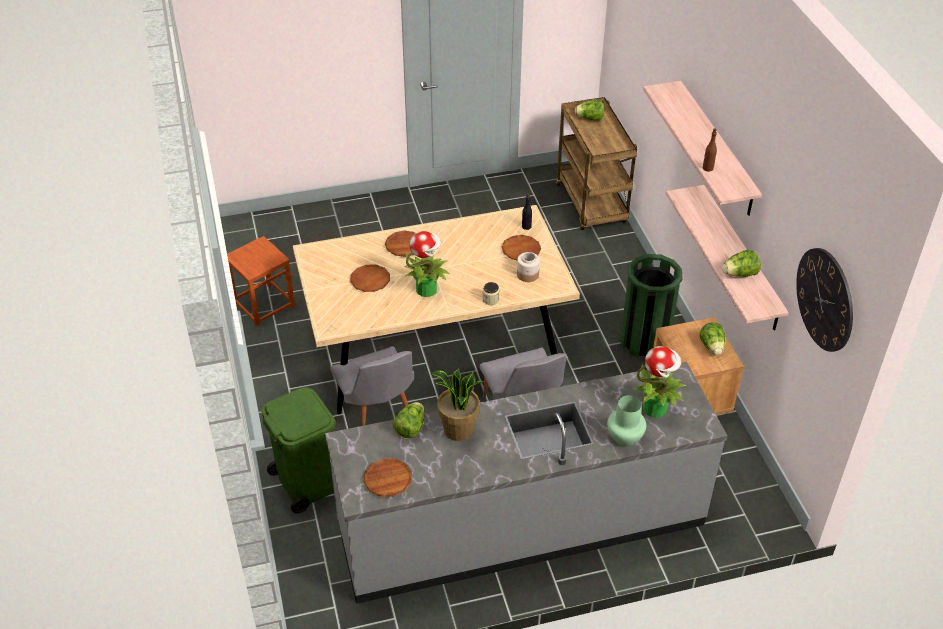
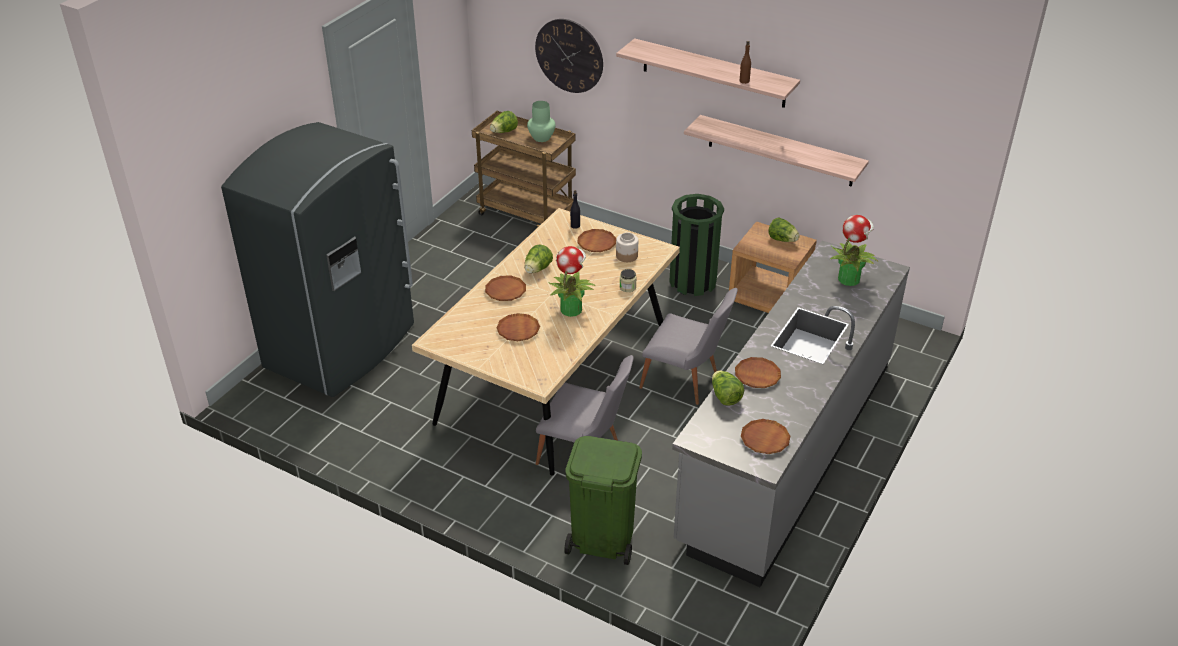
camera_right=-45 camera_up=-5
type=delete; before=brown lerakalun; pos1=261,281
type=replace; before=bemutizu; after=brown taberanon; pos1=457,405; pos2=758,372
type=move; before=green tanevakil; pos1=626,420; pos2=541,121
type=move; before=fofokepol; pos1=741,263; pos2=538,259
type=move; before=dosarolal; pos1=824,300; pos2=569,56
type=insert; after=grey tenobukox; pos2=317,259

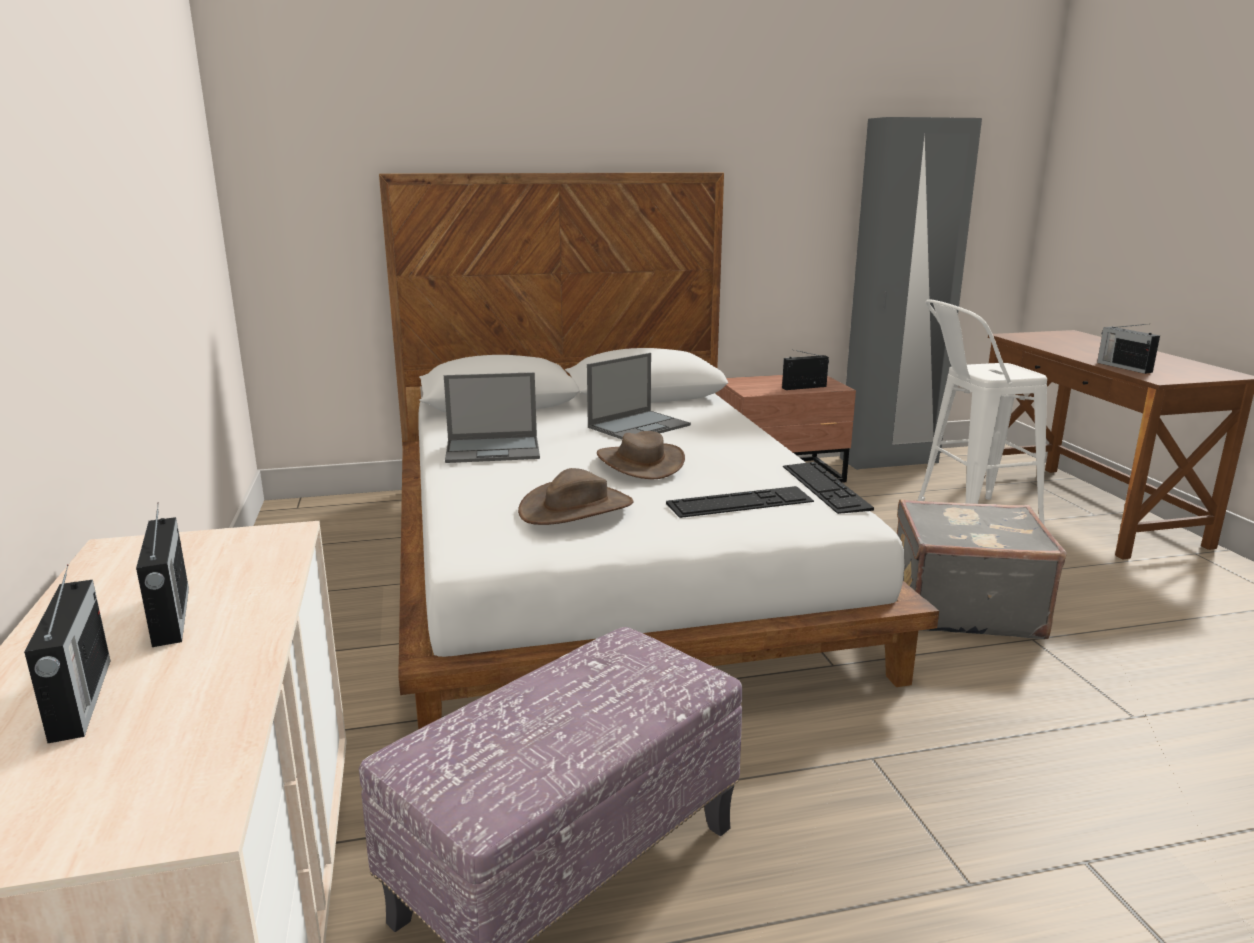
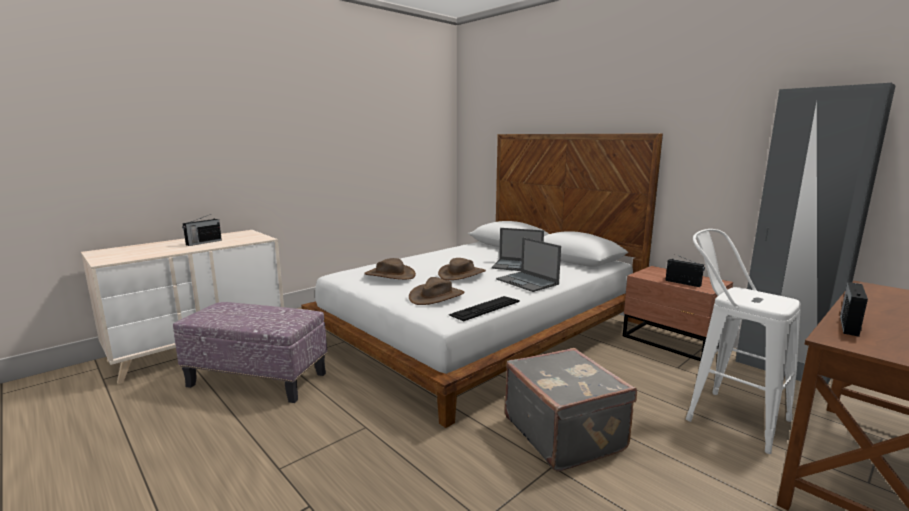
camera_right=60 camera_up=-5
type=delete; before=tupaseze; pos1=67,653
type=move; before=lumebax; pos1=492,417; pos2=528,264
type=replace; before=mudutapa; after=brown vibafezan; pos1=740,502; pos2=437,291

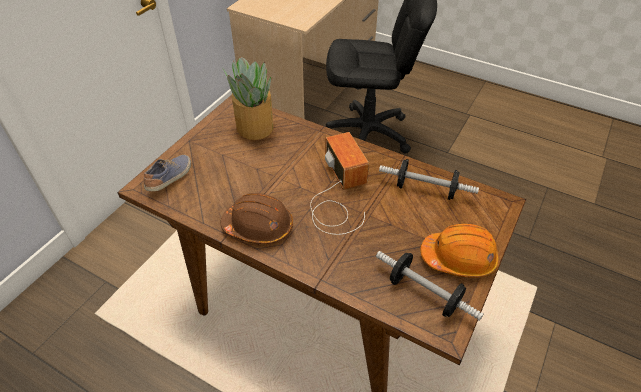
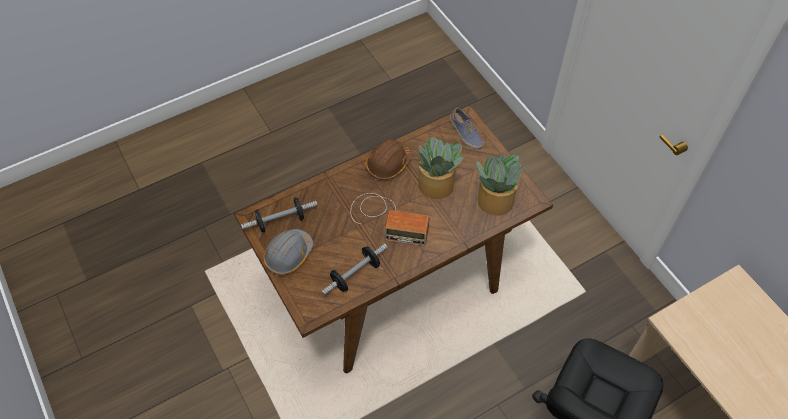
camera_right=120 camera_up=10
type=recolor; before=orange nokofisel; after=grey nokofisel; pos1=460,251; pos2=288,252
type=insert; after=bemutizu; pos2=441,168

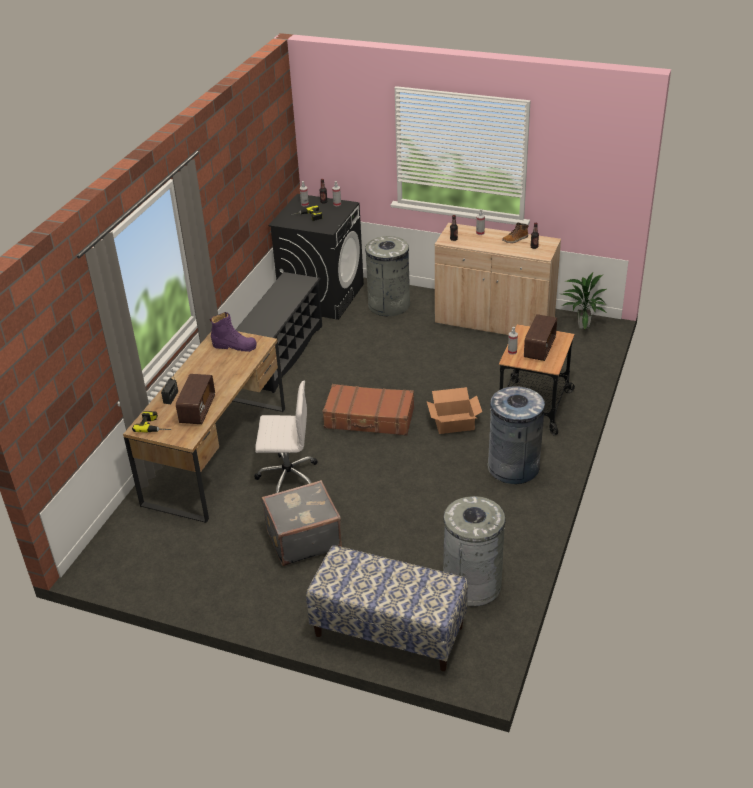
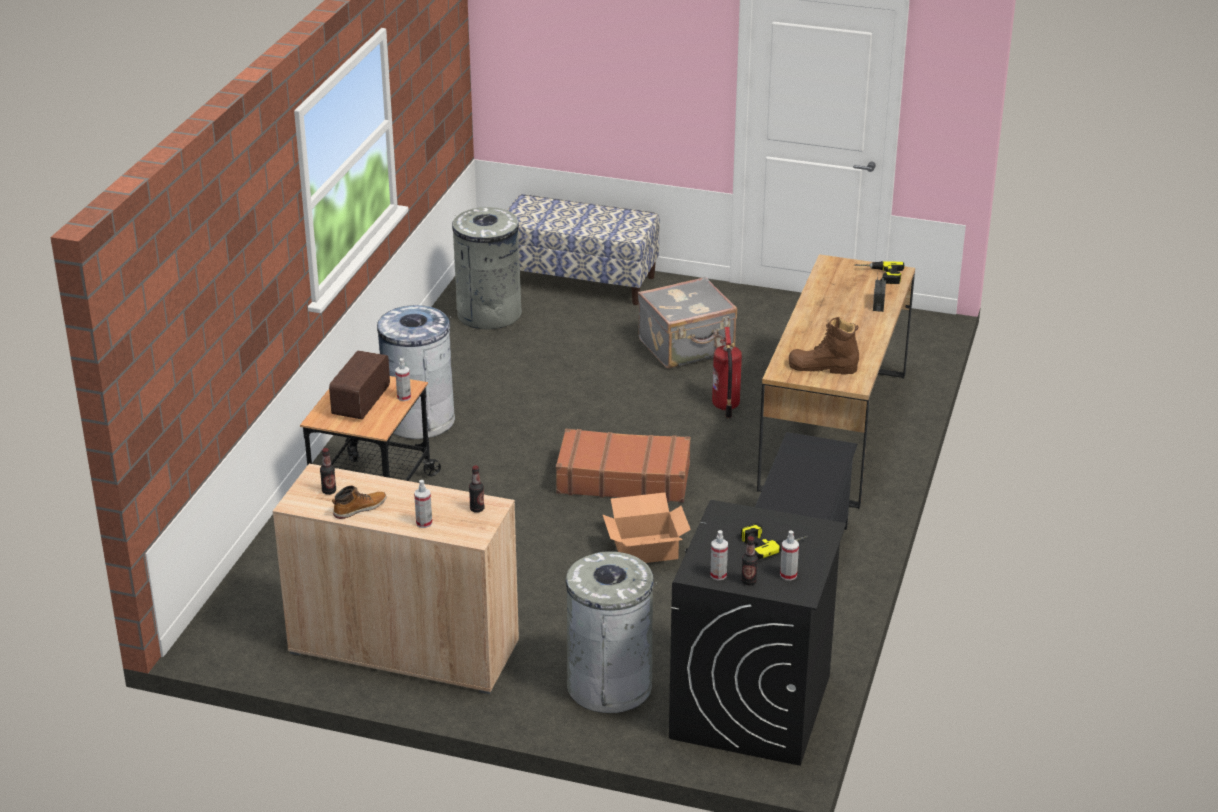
camera_right=175 camera_up=-5
type=delete; before=tupaseze; pos1=195,399
type=recolor; before=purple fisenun; after=brown fisenun; pos1=233,332; pos2=824,345
type=replace; before=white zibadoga; after=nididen; pos1=286,436; pos2=727,373
type=move; before=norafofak; pos1=454,410; pos2=646,528
type=delete; before=bemutizu; pos1=584,301

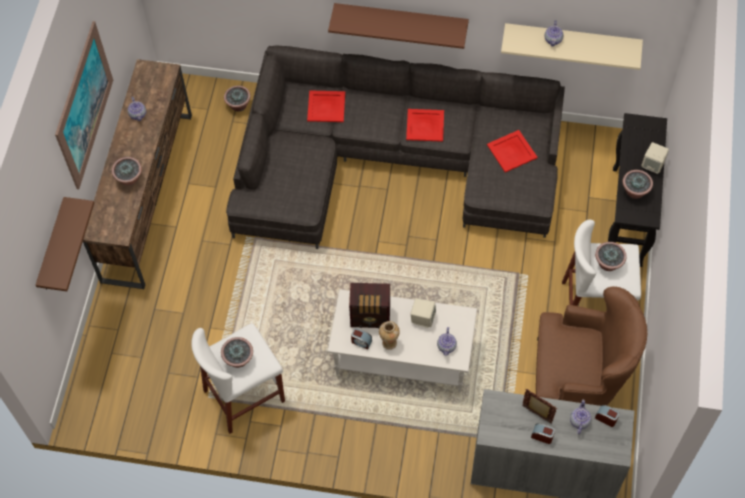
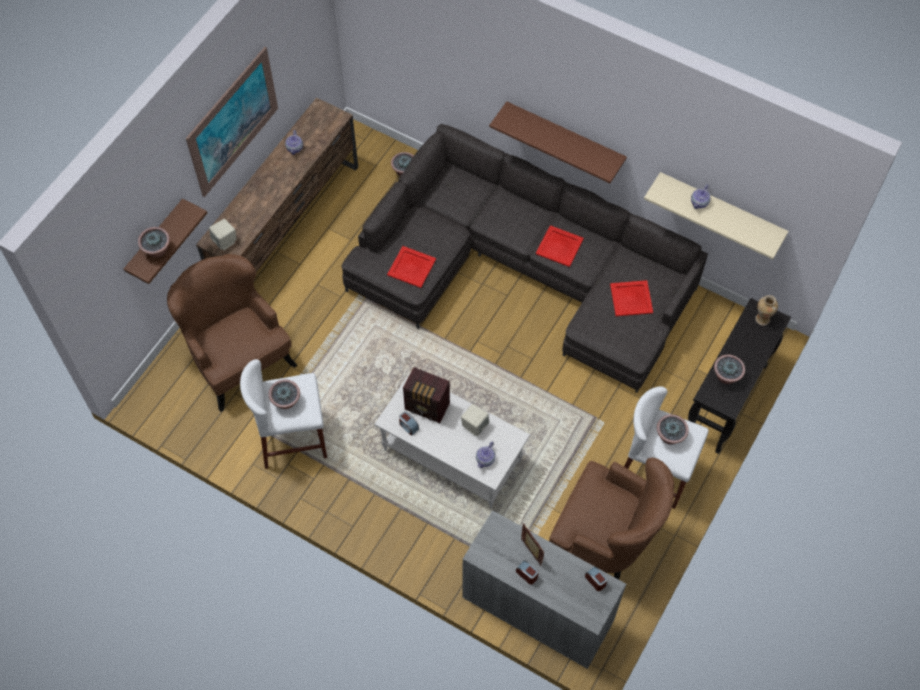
camera_right=20 camera_up=0
type=move; before=bemutizu; pos1=127,171; pos2=154,242
type=move; before=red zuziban; pos1=326,106; pos2=411,267
type=move; before=tanevakil; pos1=389,335; pos2=767,310
type=delete; before=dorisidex; pos1=581,417
type=move; before=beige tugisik; pos1=655,158; pos2=223,234
type=insert; after=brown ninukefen; pos2=232,333

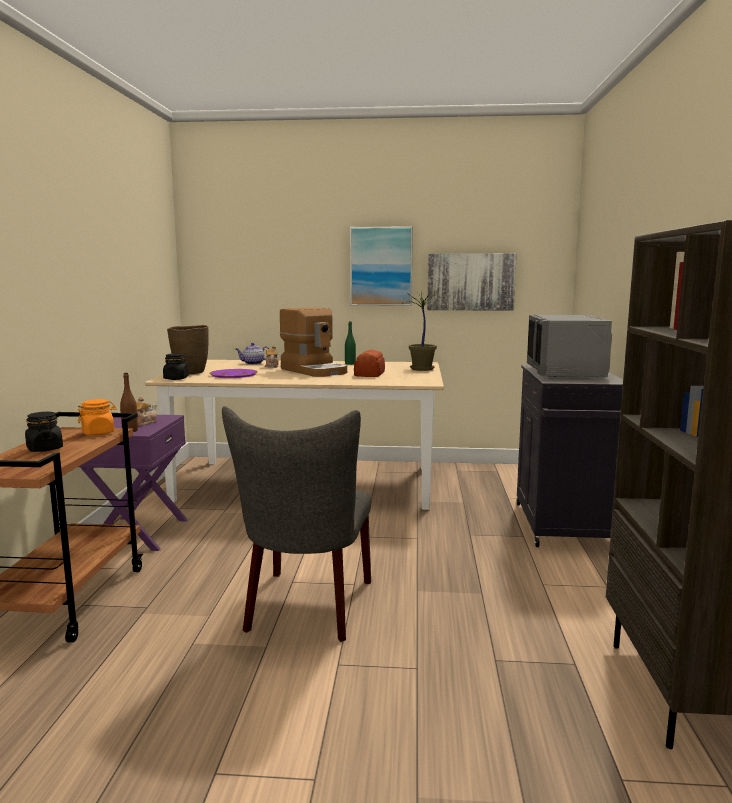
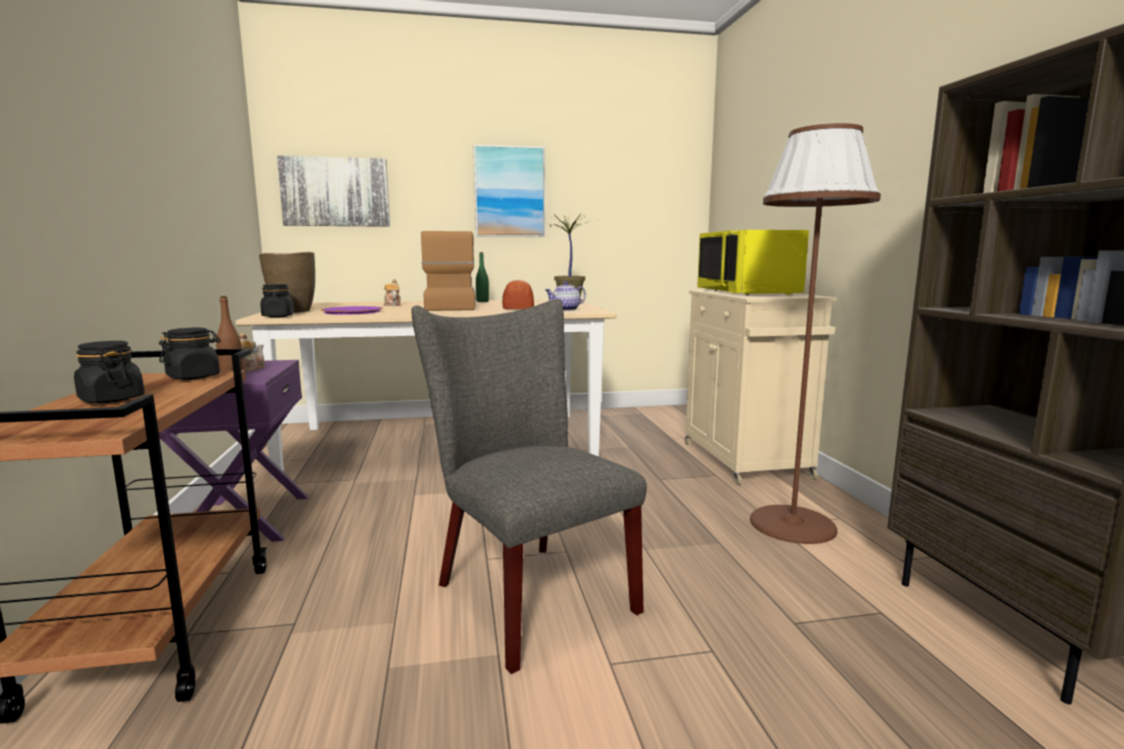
camera_right=-15 camera_up=0
type=recolor; before=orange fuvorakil; after=black fuvorakil; pos1=97,417; pos2=190,354
type=rotate; before=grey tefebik; pos1=297,524; pos2=529,486; turn=150
type=move; before=dorisidex; pos1=253,354; pos2=565,296
type=rotate; before=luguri; pos1=313,342; pos2=448,271; turn=-135
type=move; before=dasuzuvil; pos1=472,282; pos2=333,191
type=recolor; before=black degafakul; after=beige degafakul; pos1=570,456; pos2=760,387
type=recolor; before=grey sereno; after=yellow sereno; pos1=569,346; pos2=753,262
type=insert; after=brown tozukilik; pos2=815,333

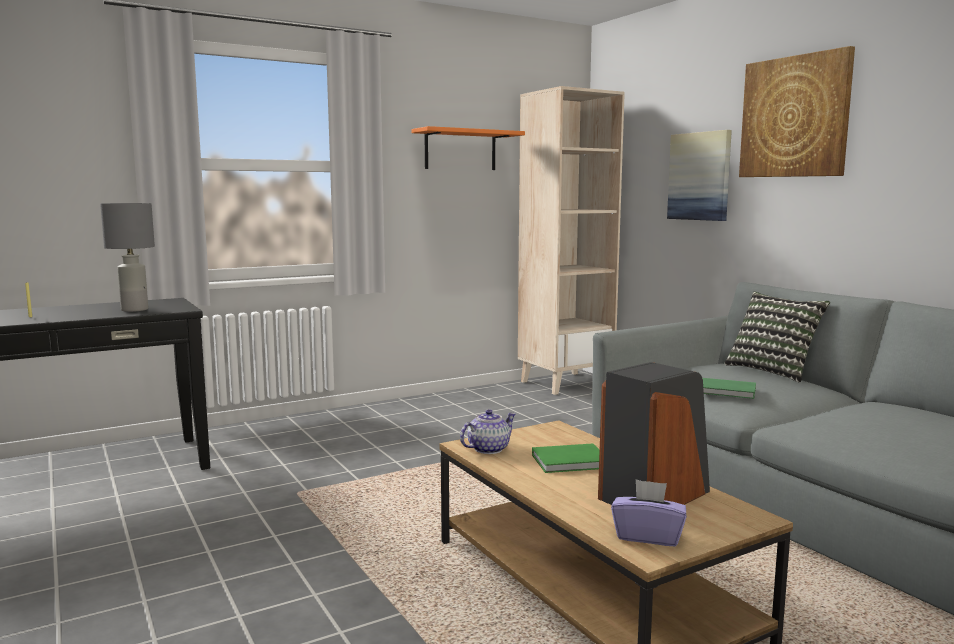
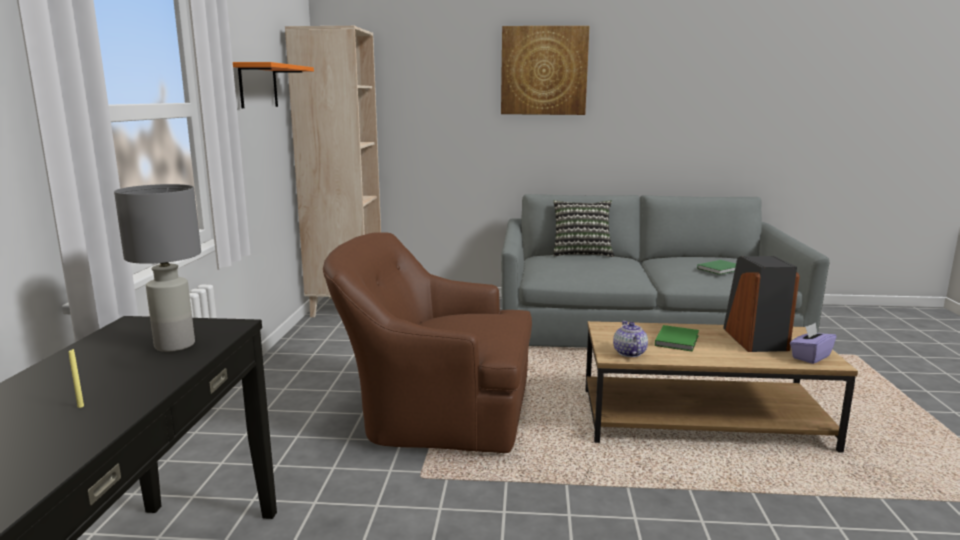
camera_right=-55 camera_up=5
type=delete; before=dasuzuvil; pos1=699,175
type=move; before=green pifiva; pos1=729,388; pos2=716,267
type=insert; after=brown ninukefen; pos2=427,342

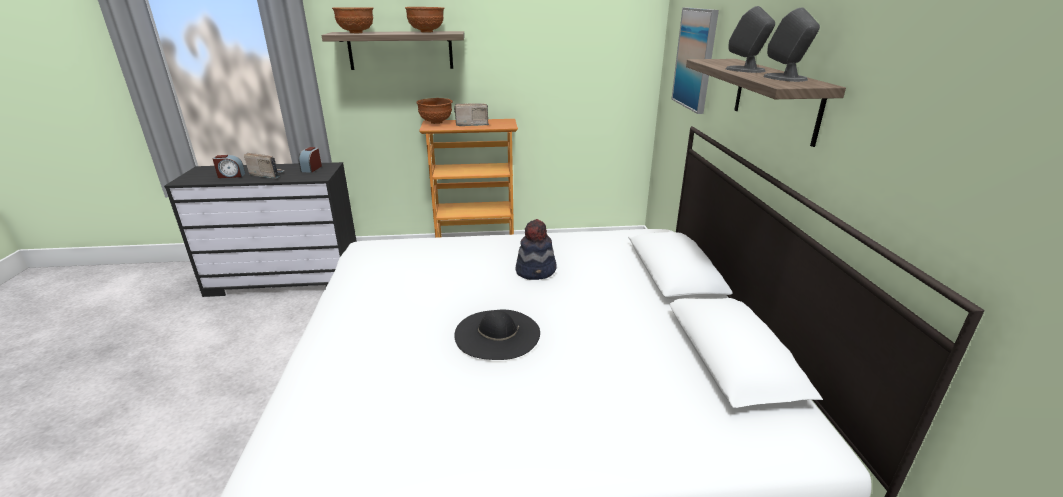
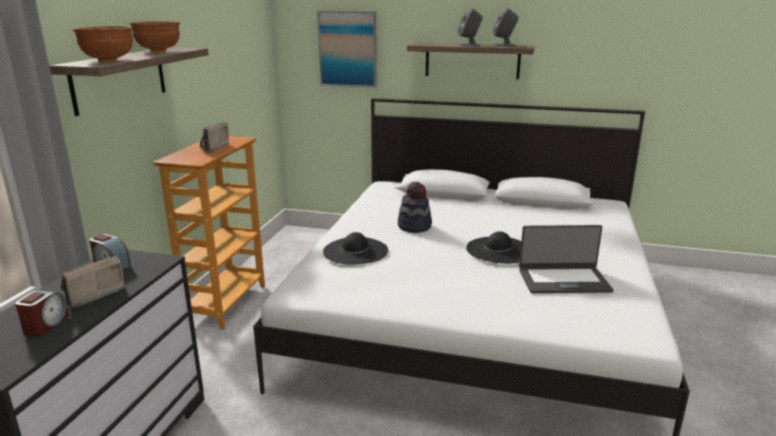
camera_right=-70 camera_up=-5
type=delete; before=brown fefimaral; pos1=434,111
type=insert; after=black vibafezan; pos2=355,248
type=insert; after=lumebax; pos2=566,259

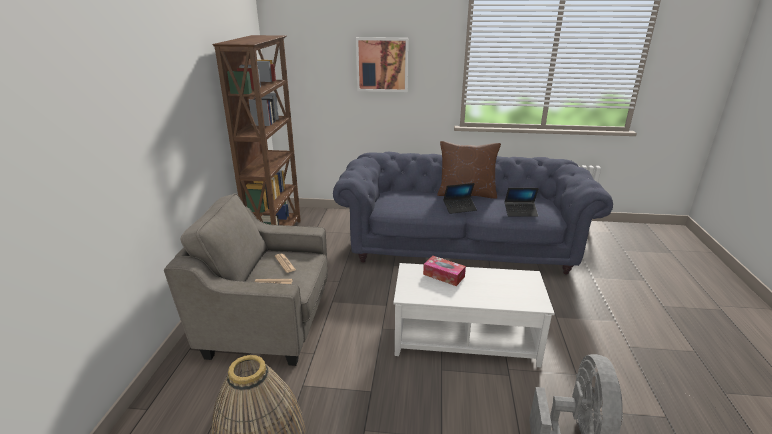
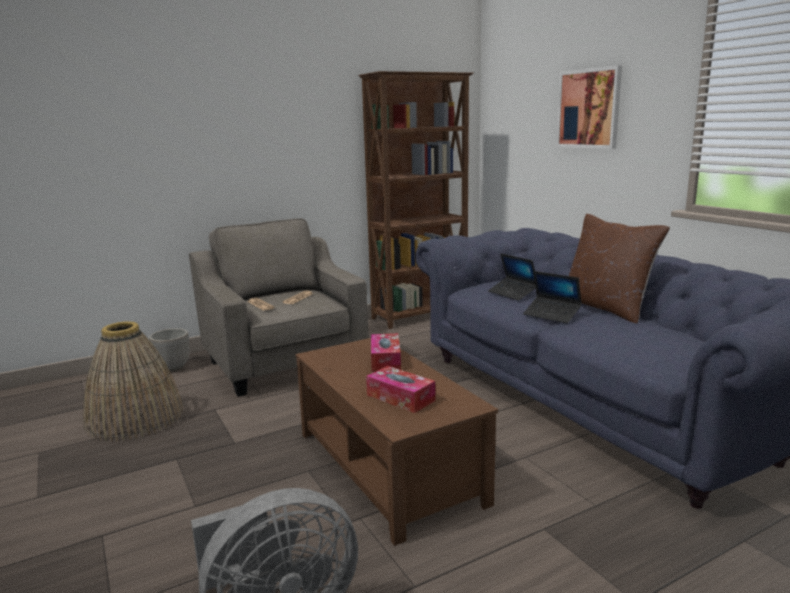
camera_right=55 camera_up=-10
type=recolor; before=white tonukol; after=brown tonukol; pos1=474,315; pos2=396,442
type=move; before=lumebax; pos1=522,202; pos2=512,277
type=insert; after=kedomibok; pos2=169,349
type=insert; after=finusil; pos2=401,389

